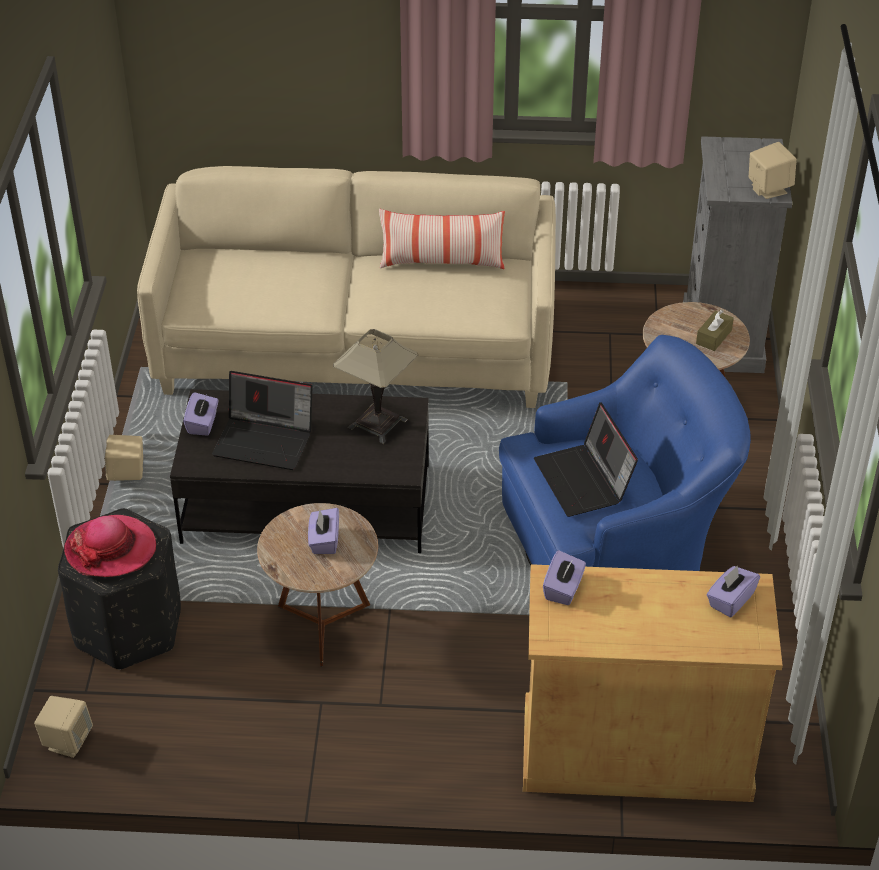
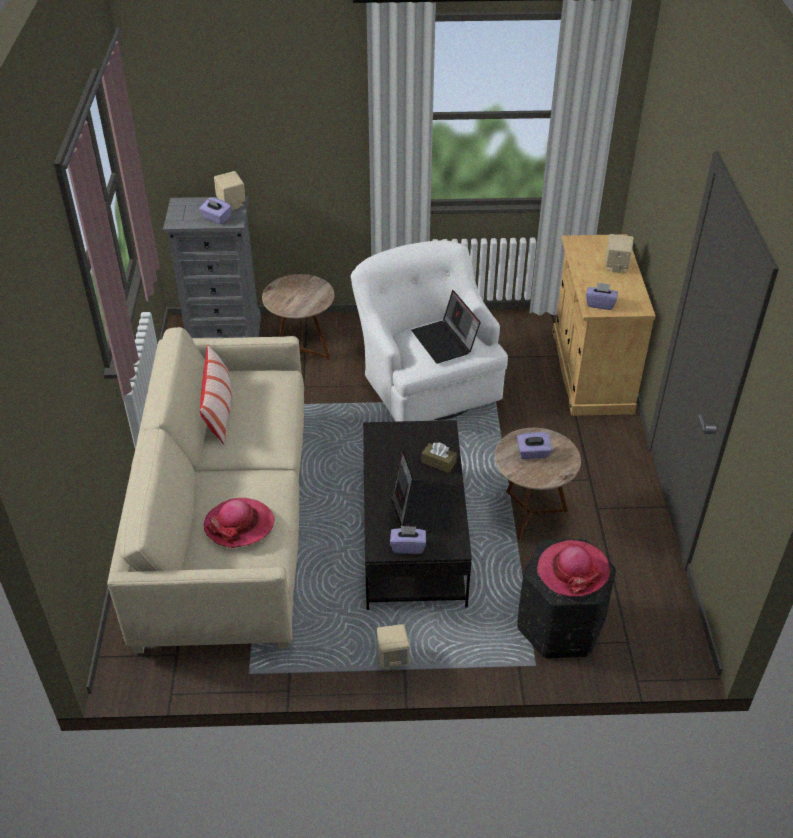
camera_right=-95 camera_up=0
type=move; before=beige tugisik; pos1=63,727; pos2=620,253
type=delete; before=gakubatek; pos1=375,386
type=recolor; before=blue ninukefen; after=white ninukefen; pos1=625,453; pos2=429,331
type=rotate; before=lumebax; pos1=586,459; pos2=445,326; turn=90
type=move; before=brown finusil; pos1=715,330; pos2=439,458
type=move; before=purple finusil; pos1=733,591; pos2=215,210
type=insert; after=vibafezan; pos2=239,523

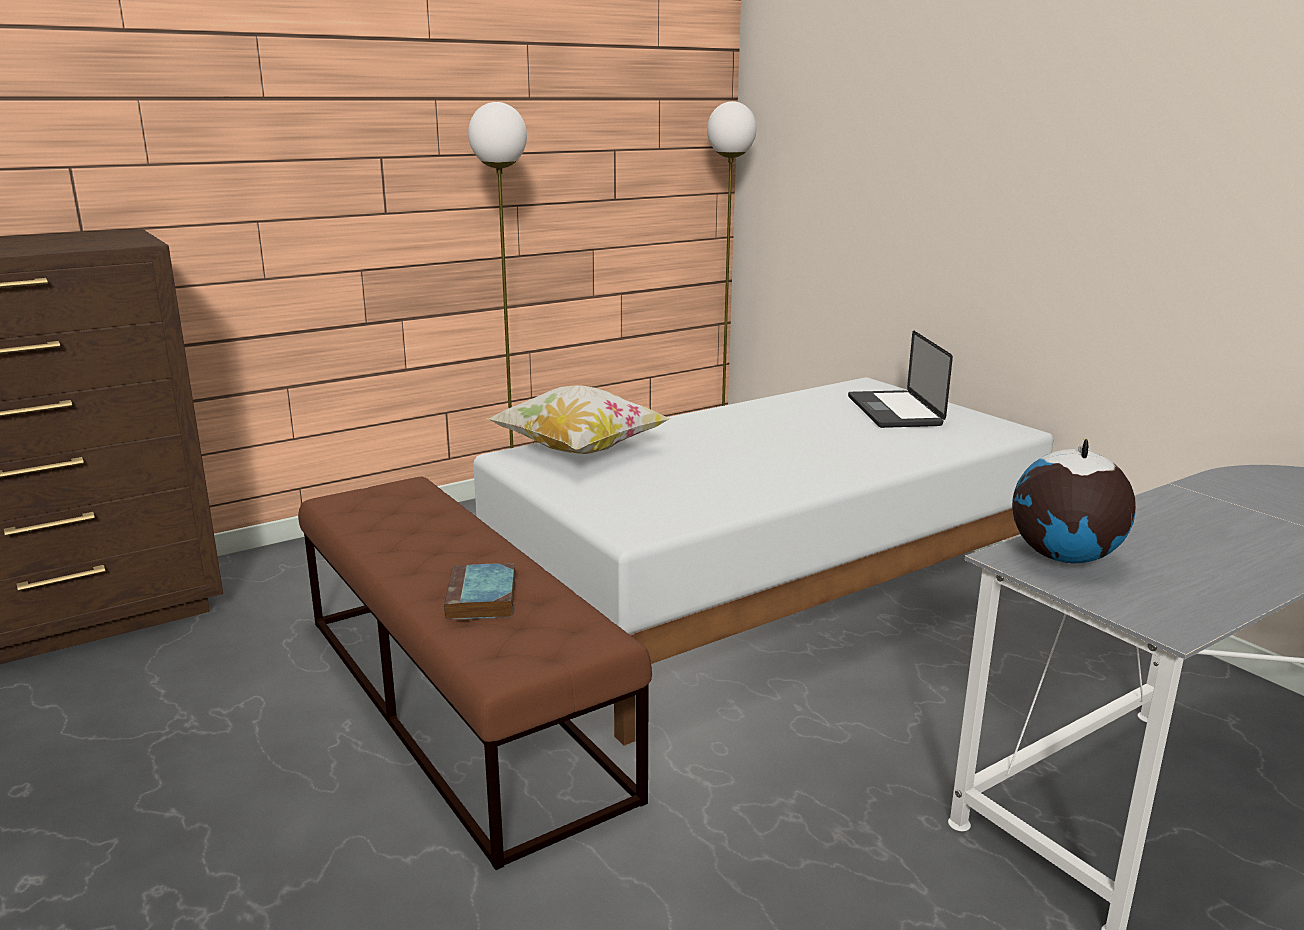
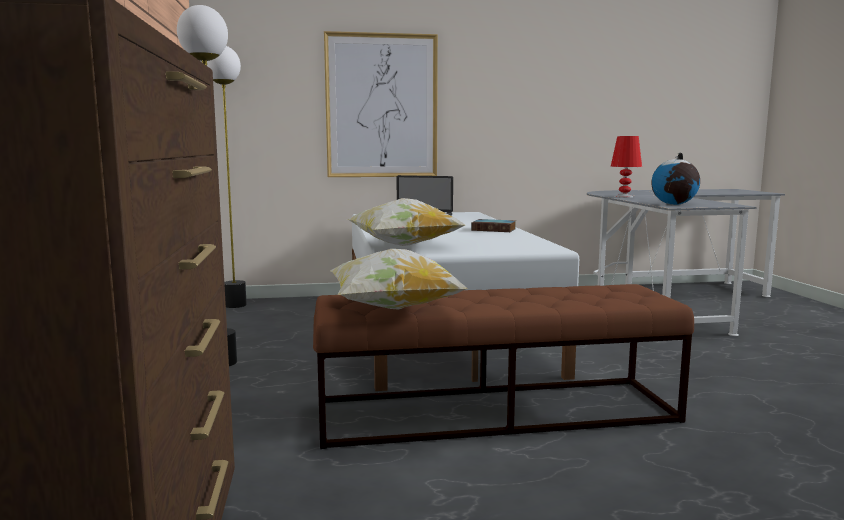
camera_right=-65 camera_up=-10
type=move; before=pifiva; pos1=480,591; pos2=493,225
type=insert; after=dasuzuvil; pos2=381,104
type=insert; after=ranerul; pos2=398,279
type=insert; after=red gakubatek; pos2=626,167

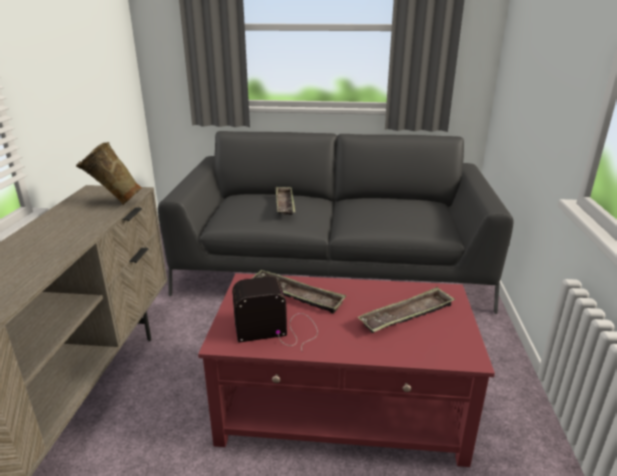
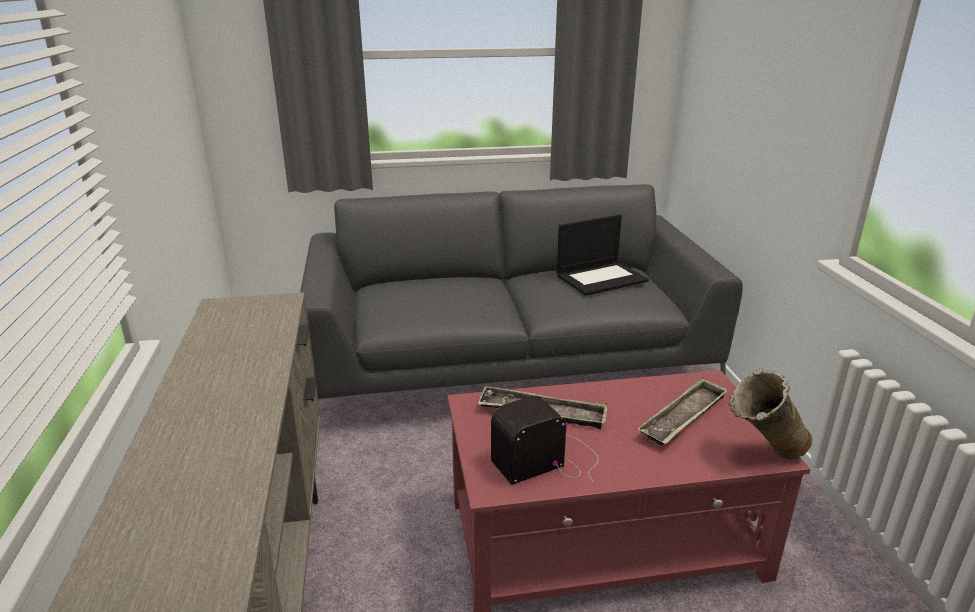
camera_right=-15 camera_up=0
type=move; before=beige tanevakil; pos1=109,173; pos2=770,414
type=delete; before=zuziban; pos1=285,201
type=insert; after=lumebax; pos2=603,255

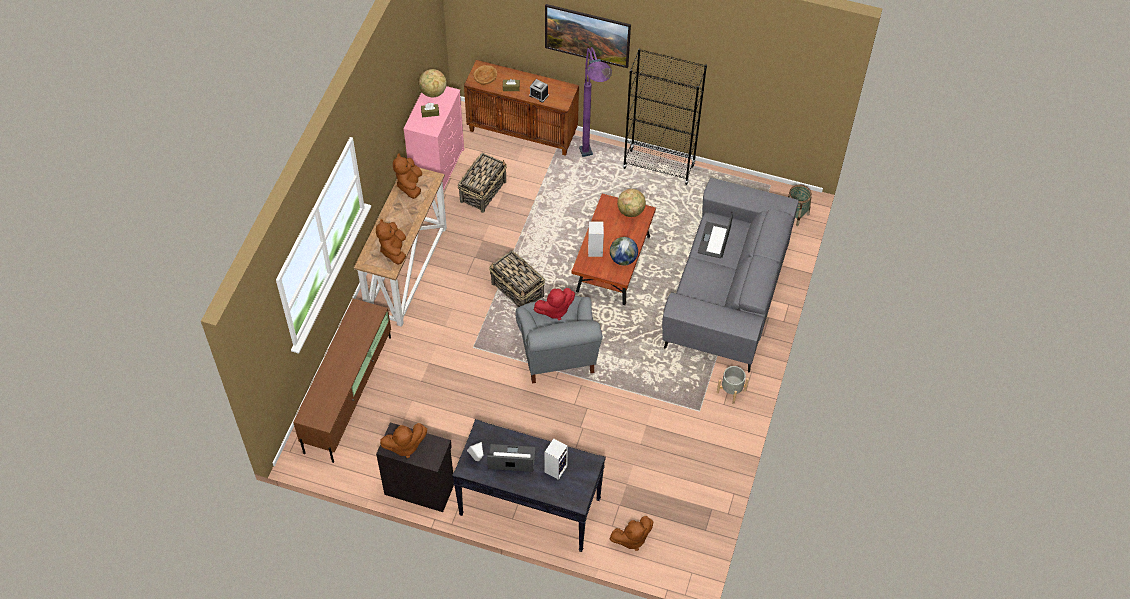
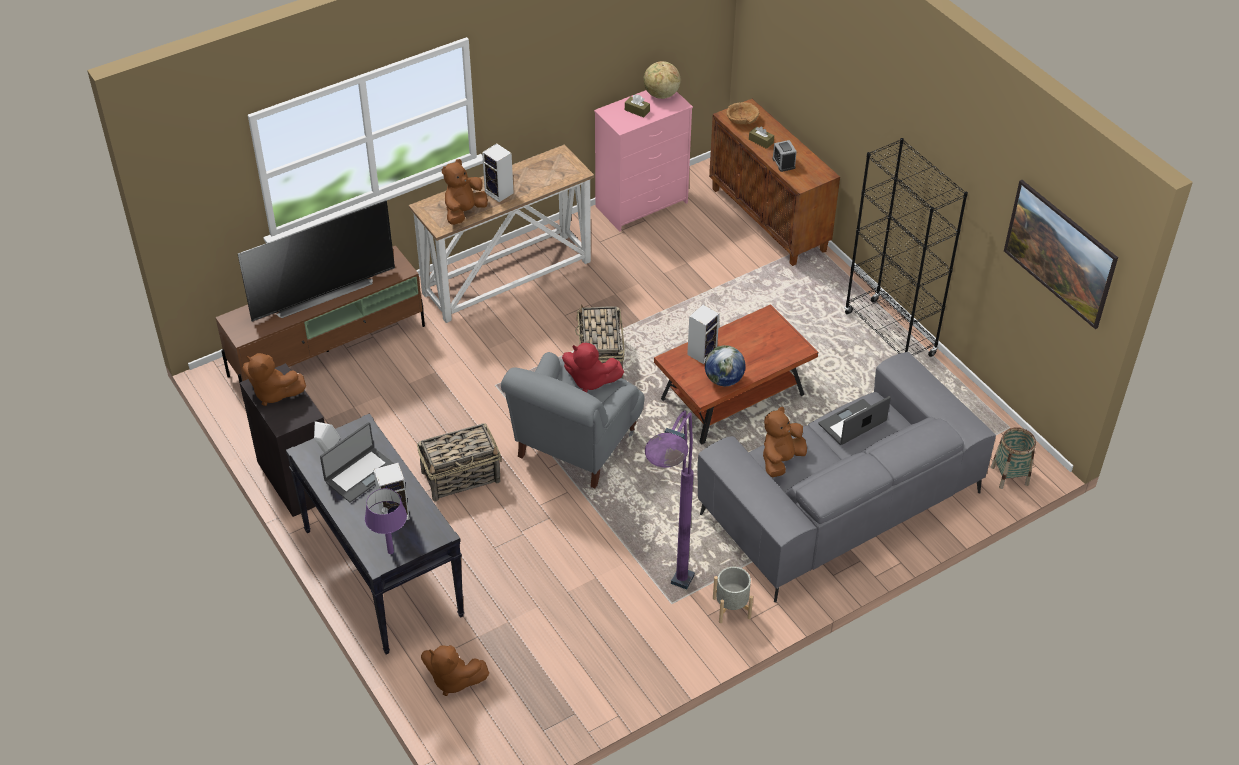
camera_right=40 camera_up=-10
type=move; before=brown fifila; pos1=407,176; pos2=785,442
type=move; before=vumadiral; pos1=482,183; pos2=459,462
type=rotate; before=lumebax; pos1=511,458; pos2=357,462; turn=90
type=move; before=dasuzuvil; pos1=588,36; pos2=1061,254
type=move; before=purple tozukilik; pos1=595,102; pos2=670,500
type=delete; before=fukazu; pos1=631,203
type=insert; after=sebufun; pos2=316,261
type=insert; after=purple gakubatek; pos2=386,521
type=insert; after=tugisik; pos2=498,173

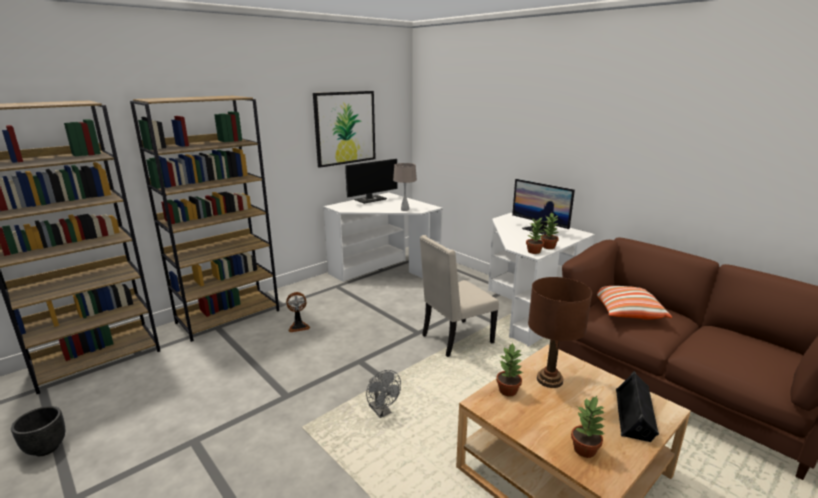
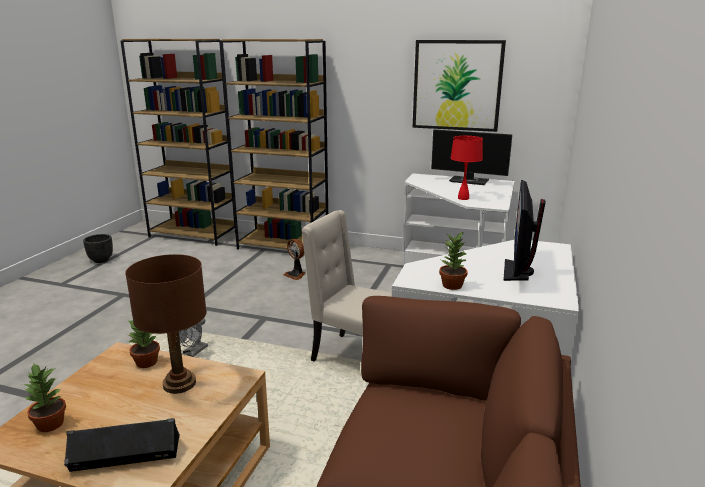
camera_right=60 camera_up=0
type=recolor; before=beige gakubatek; after=red gakubatek; pos1=405,187; pos2=467,168
type=delete; before=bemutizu; pos1=535,236
type=delete; before=ranerul; pos1=634,303

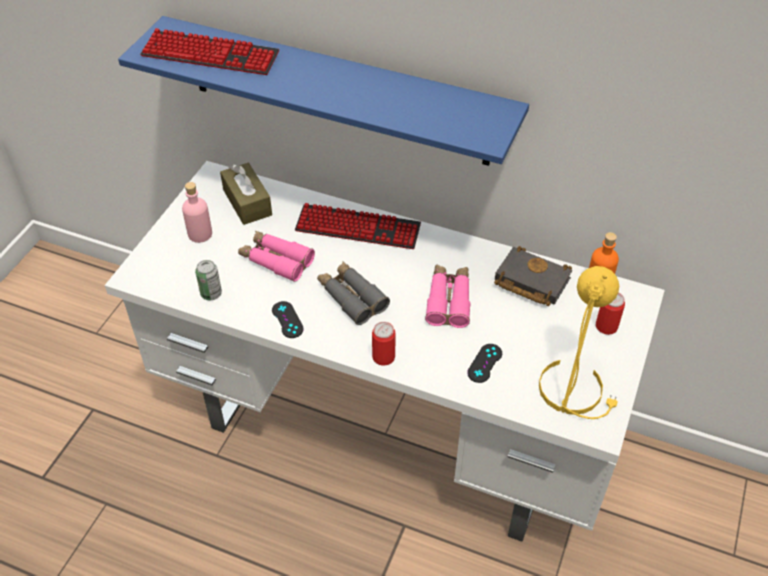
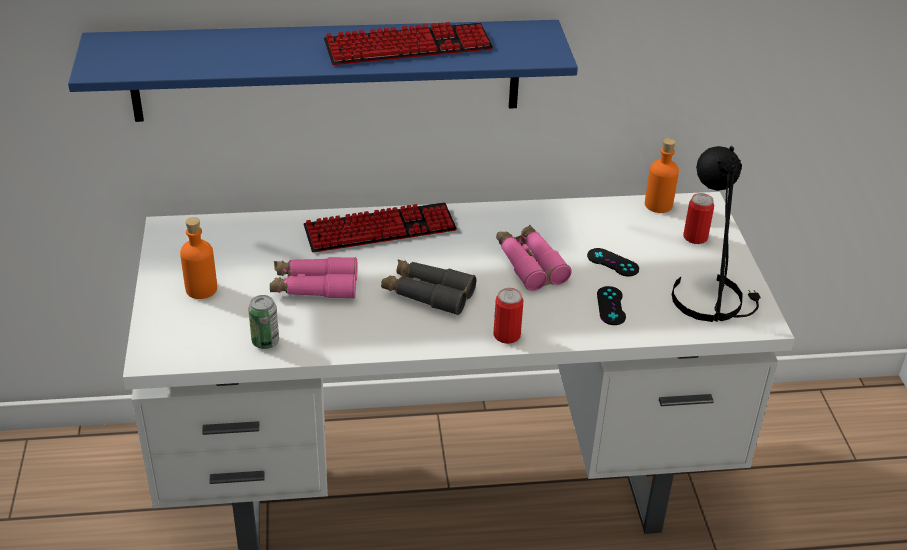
camera_right=-30 camera_up=-10
type=move; before=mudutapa; pos1=209,51; pos2=408,43
type=recolor; before=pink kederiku; after=orange kederiku; pos1=197,212; pos2=198,258
type=delete; before=brown finusil; pos1=246,194
type=move; before=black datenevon; pos1=288,319; pos2=613,262
type=delete; before=black pifiva; pos1=533,276
type=recolor; before=yellow gakubatek; after=black gakubatek; pos1=579,342; pos2=716,234

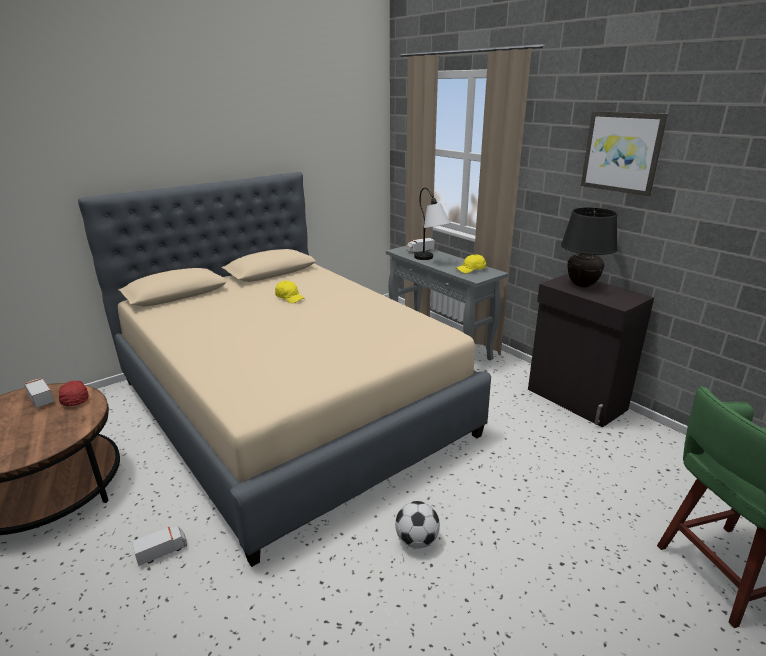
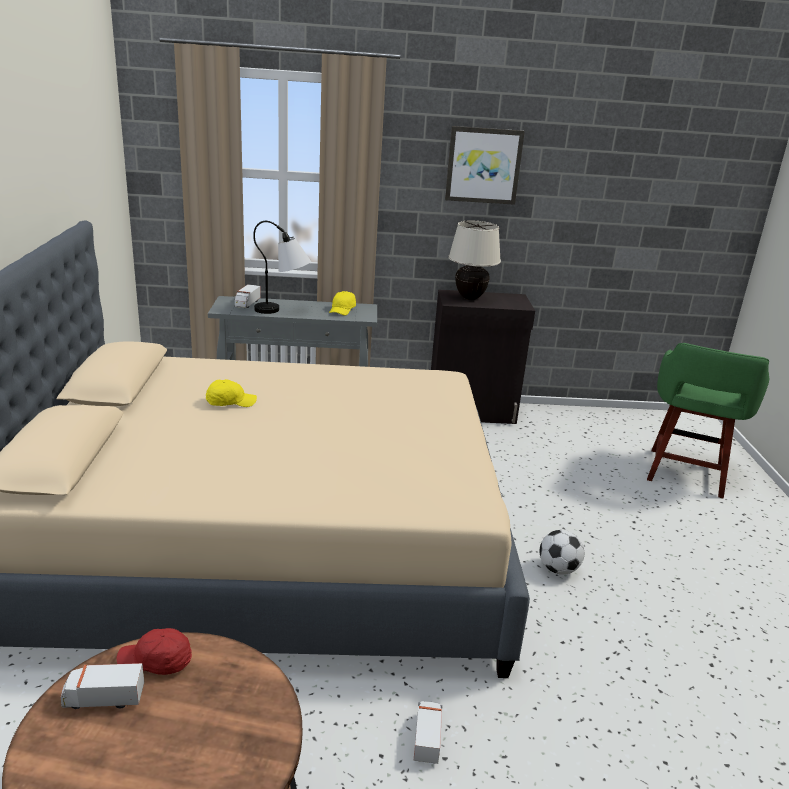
camera_right=-55 camera_up=0
type=recolor; before=black gakubatek; after=beige gakubatek; pos1=589,248; pos2=474,260

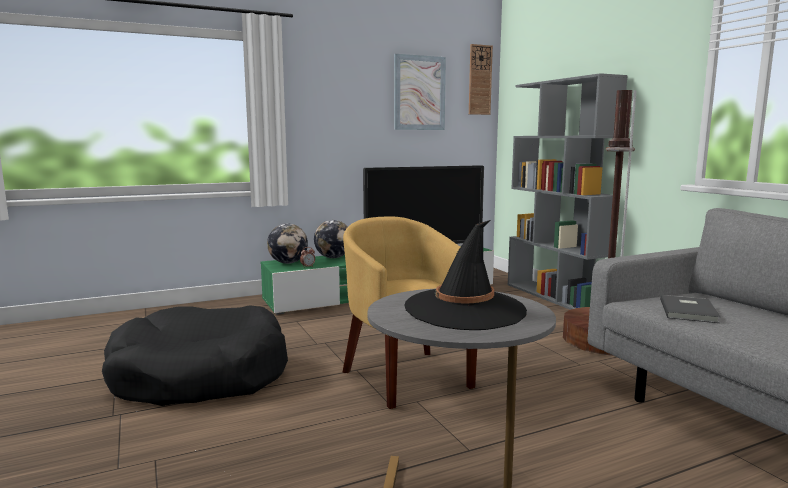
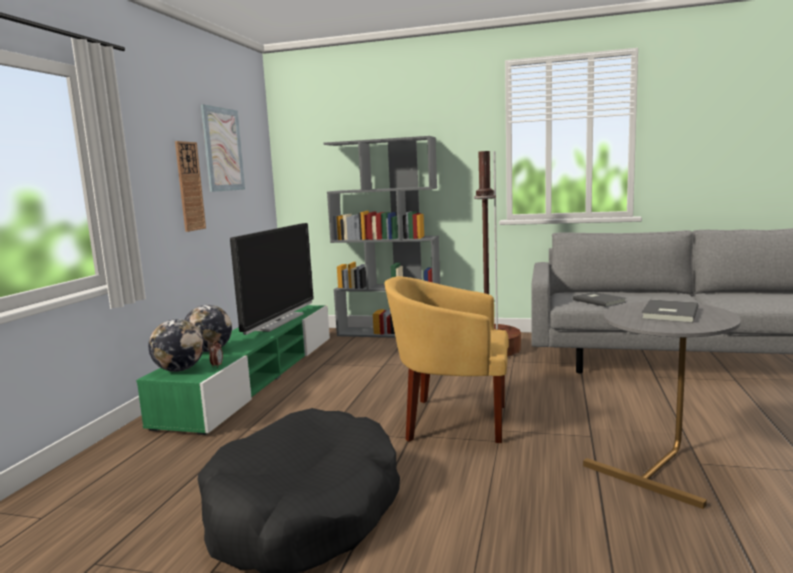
camera_right=-50 camera_up=0
type=replace; before=black vibafezan; after=grey pifiva; pos1=465,275; pos2=670,311
type=move; before=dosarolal; pos1=481,79; pos2=190,186

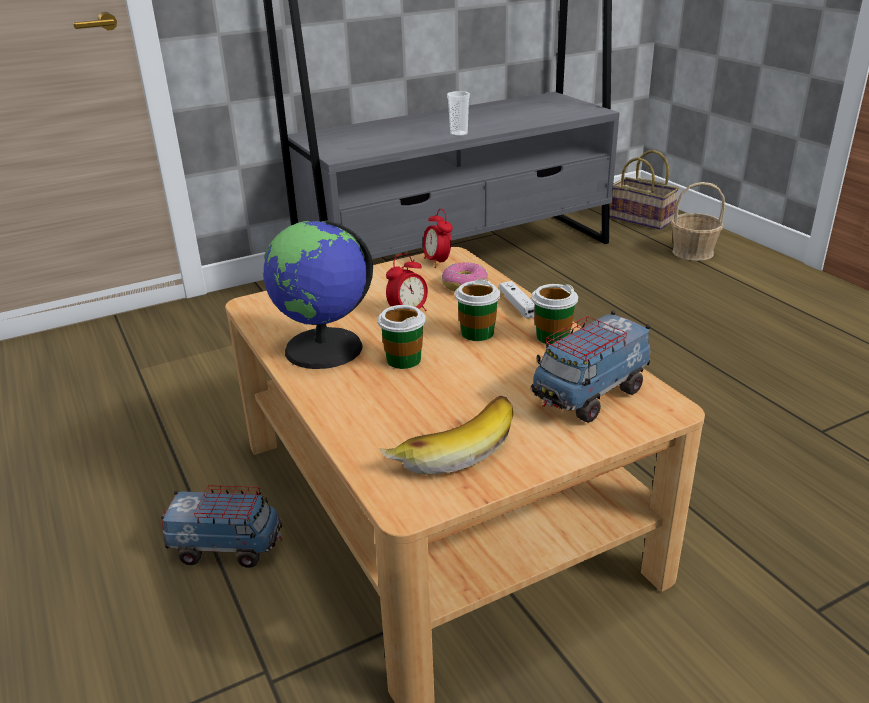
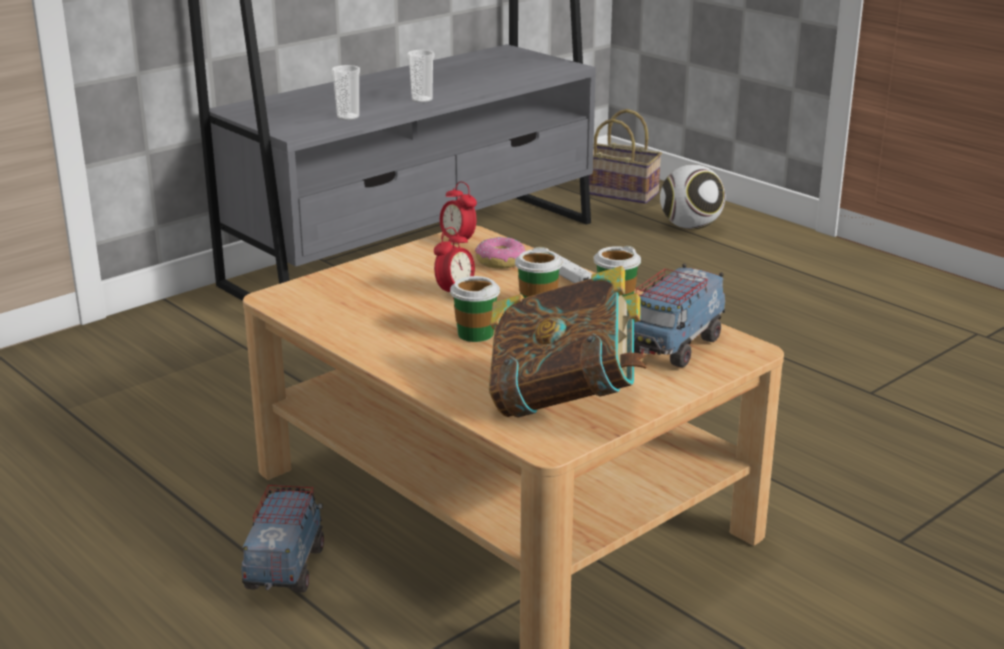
camera_right=-15 camera_up=-5
type=rotate; before=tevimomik; pos1=221,526; pos2=282,538; turn=-75
type=delete; before=fukazu; pos1=318,294
type=replace; before=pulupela; after=pifiva; pos1=446,435; pos2=567,342
type=replace; before=vumadiral; after=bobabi; pos1=698,221; pos2=692,196
type=insert; after=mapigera; pos2=346,92

